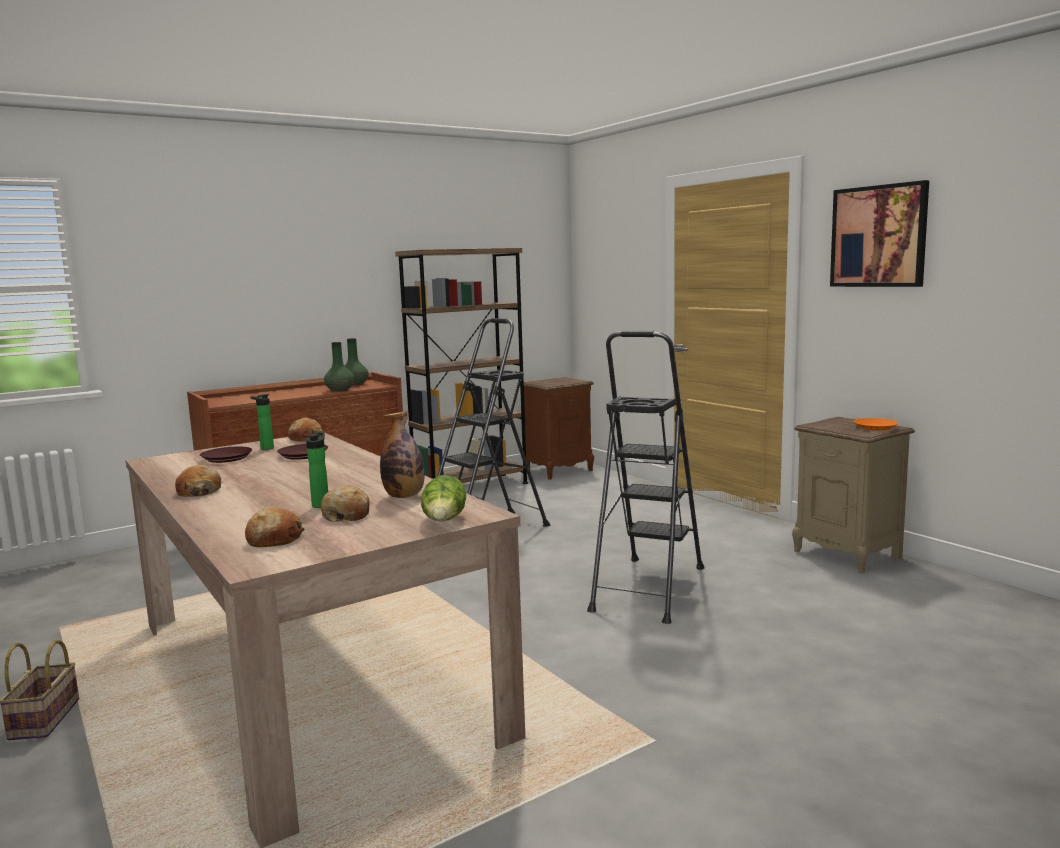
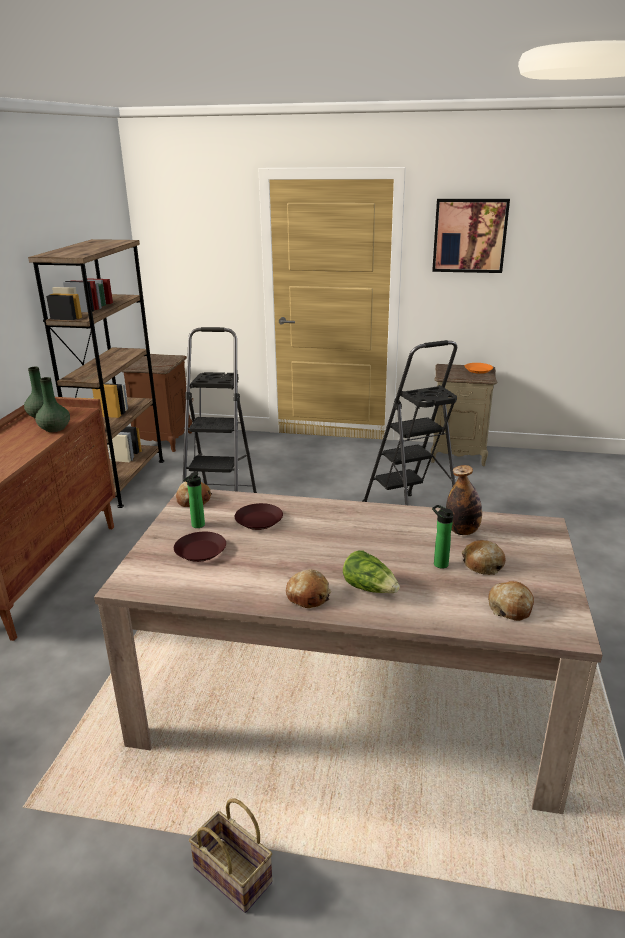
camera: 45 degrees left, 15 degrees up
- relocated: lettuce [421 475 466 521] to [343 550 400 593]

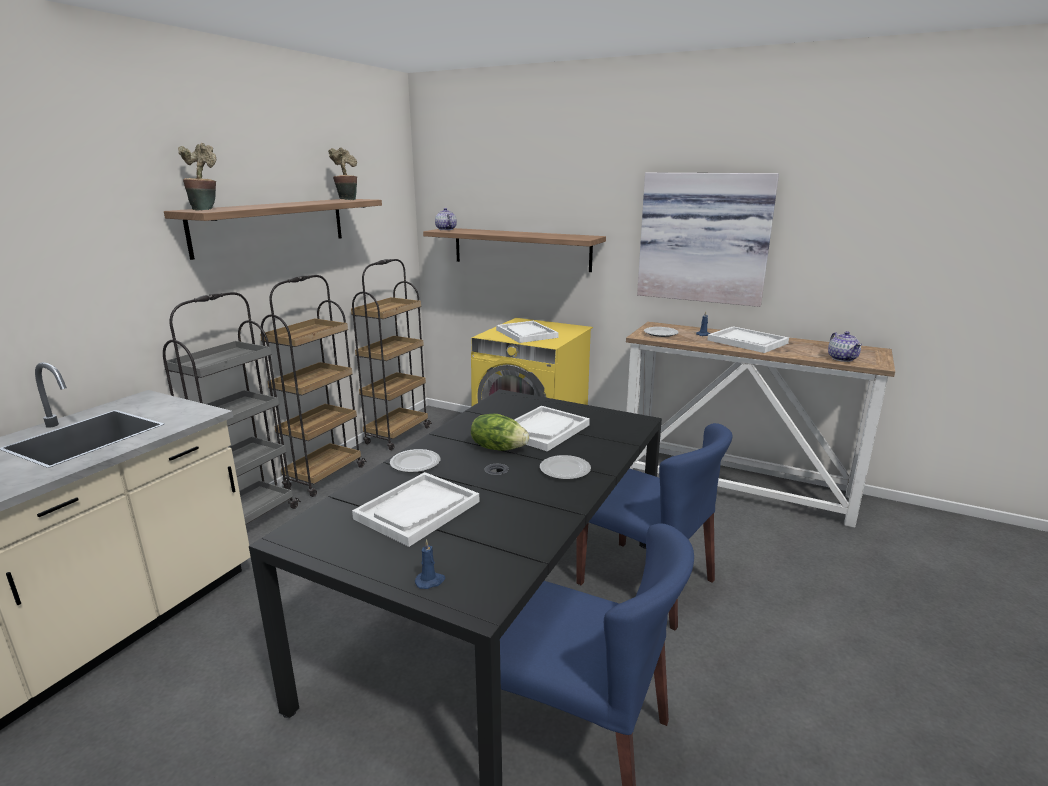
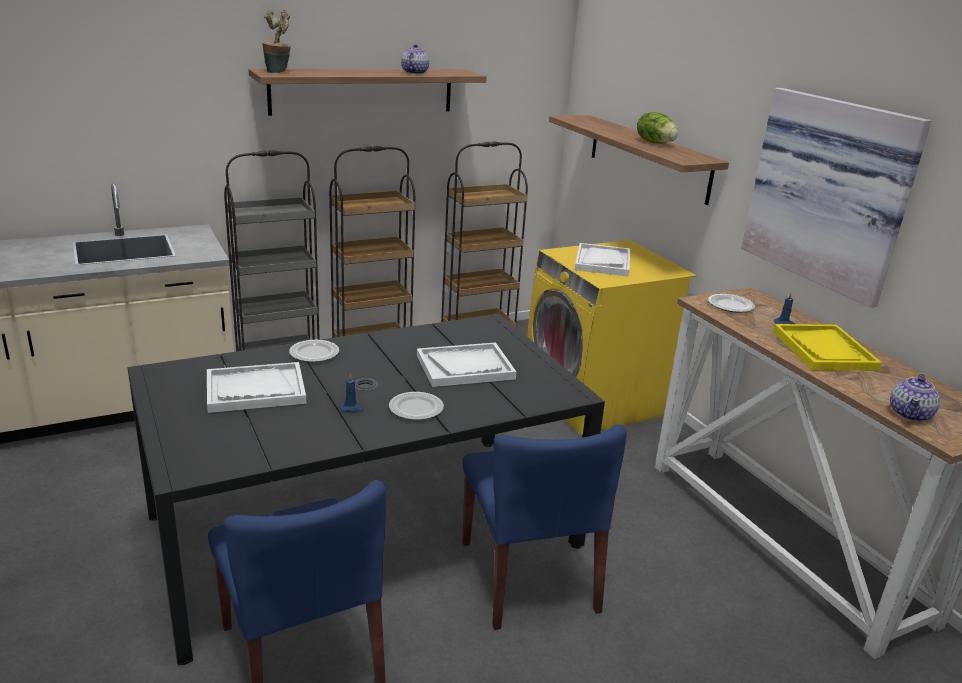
camera: 35 degrees right, 5 degrees up
- missing: plant in a pot [328 147 357 200]
- relocated: teapot [435 208 457 230] to [401 44 429 74]
- colour: whitish tray [707 326 789 353] to yellow-coloured tray [773 324 882 371]
- relocated: lettuce [471 414 529 451] to [637 112 678 144]
- relocated: blue-coloured wax candle [415 539 445 589] to [339 374 364 413]

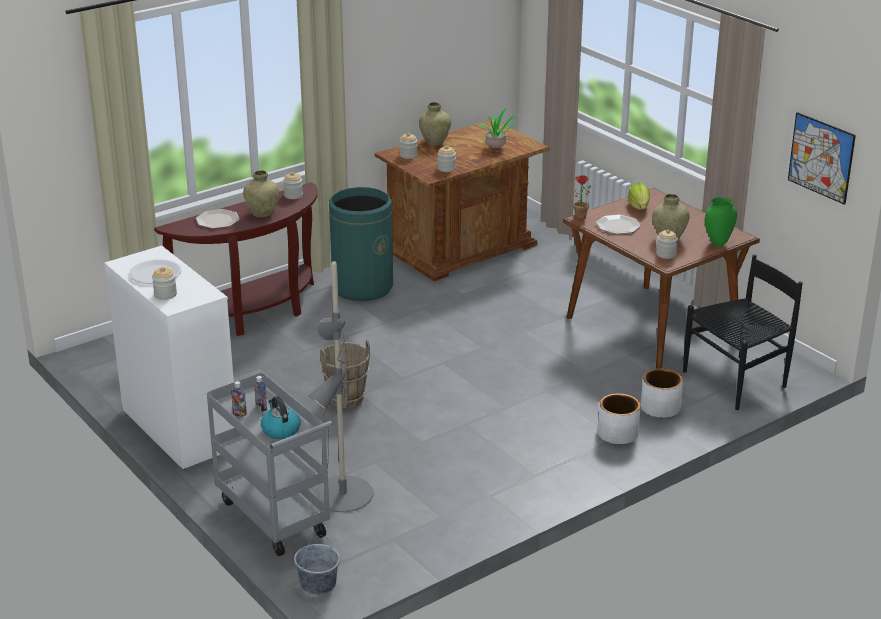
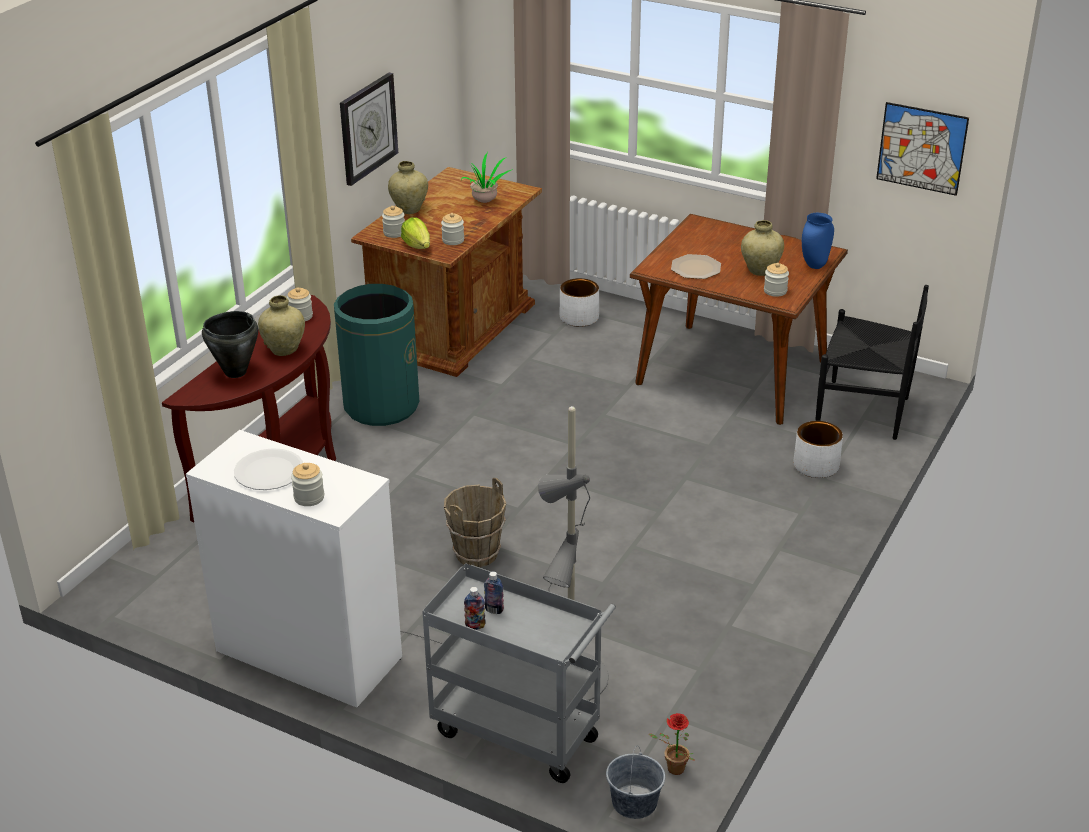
camera: 25 degrees left, 5 degrees up
- relocated: plant in a pot [565 175 591 220] to [649 713 695 775]
- relocated: lettuce [628 183 650 210] to [401 217 430 249]
- colour: green-coloured flower vase [705 197 737 247] to blue-coloured flower vase [802 213 834 269]
- exchanged: dinner plate [196 209 240 229] to black-coloured saucepot [202 311 258 378]
- spun: black-coloured plain chair [683 254 803 410] = [815 285 929 440] 75 degrees clockwise
- relocated: whitish planter [598 393 641 445] to [560 278 599 327]
- missing: water kettle [261 396 300 439]
- appeared: clock on the wall [340 73 398 186]

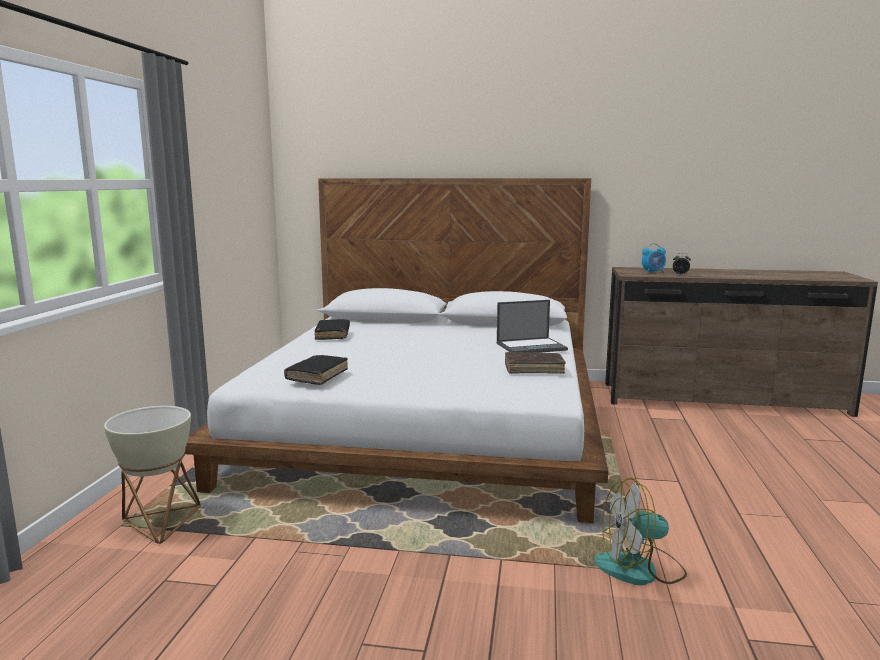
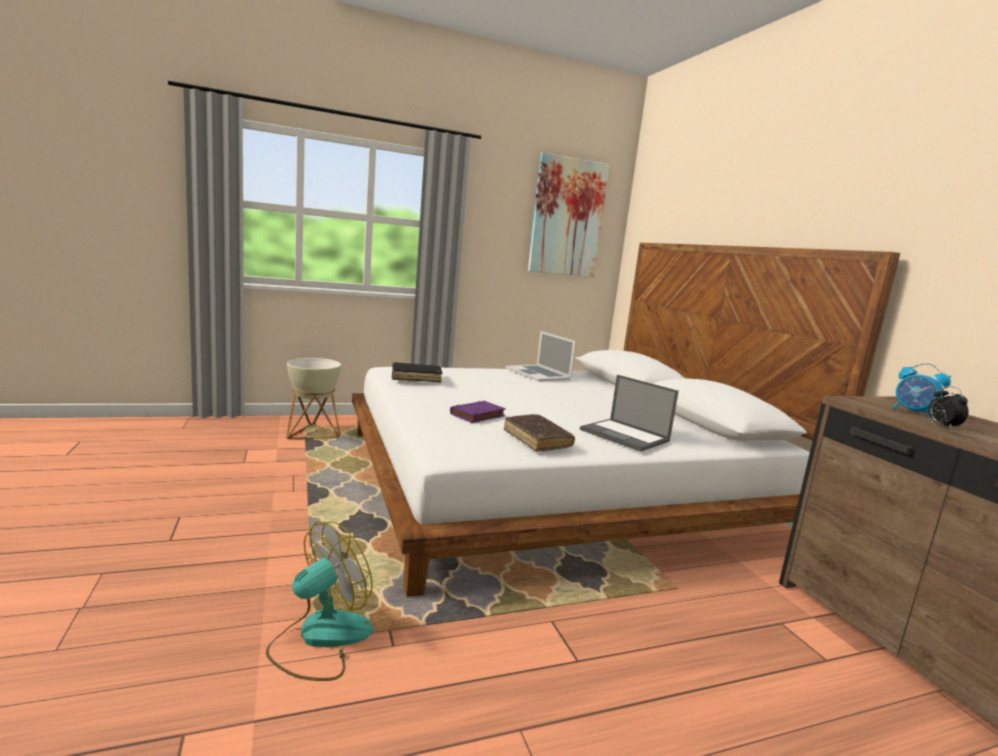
camera: 60 degrees right, 0 degrees up
- exchanged: black-coloured bound book [314 319 350 340] to laptop [506 331 576 382]
- spun: cooling fan [594 478 687 586] = [266 521 373 681] 75 degrees clockwise
- appeared: picture [528 153 609 277]
- appeared: purple-coloured bound book [450 401 506 423]

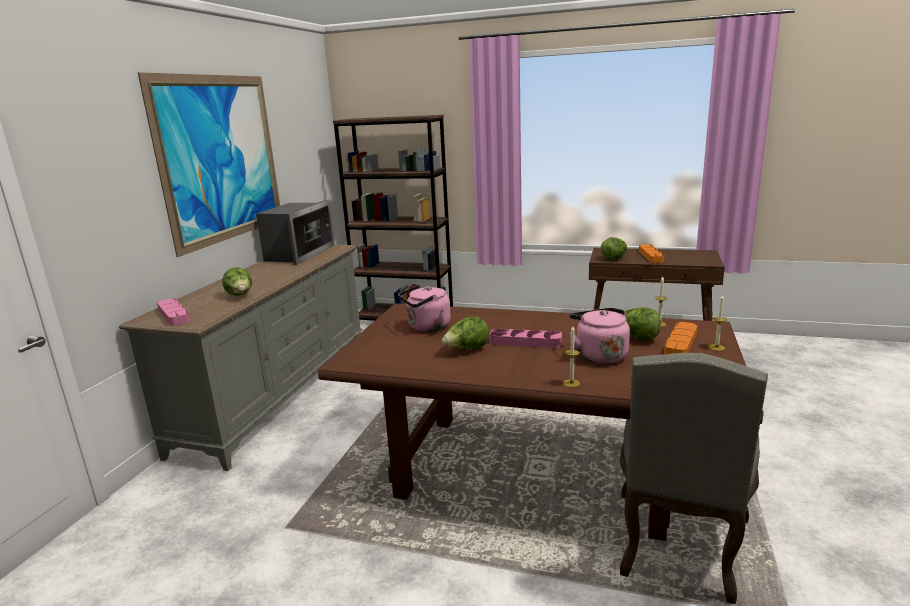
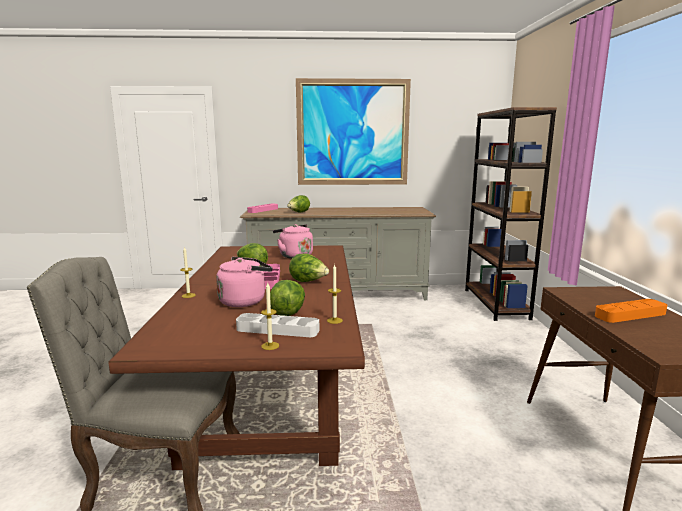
camera: 70 degrees right, 5 degrees down
- missing: microwave oven [256 199 334 265]
- relocated: lettuce [600 237 627 260] to [289 254 329 282]
- colour: orange tray [664 322 698 355] to whitish tray [236 313 319 337]

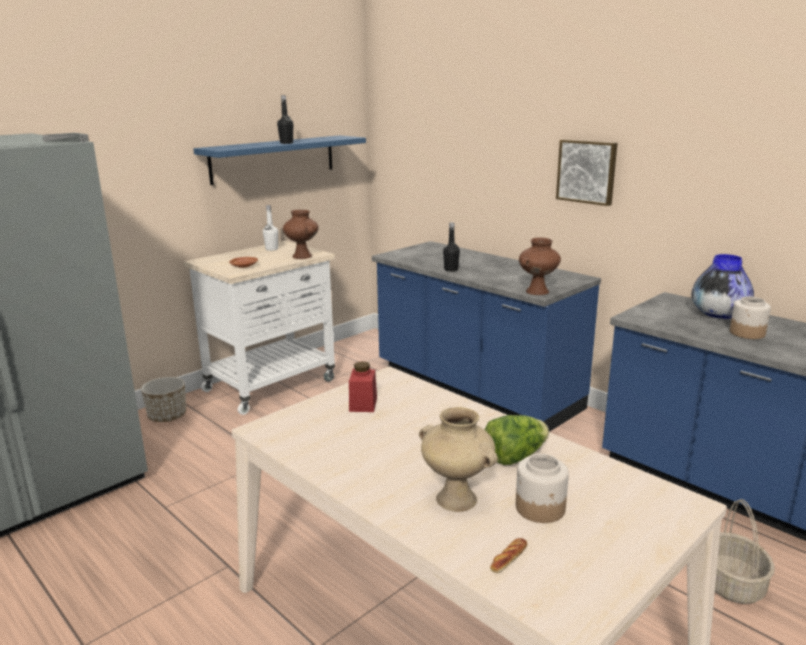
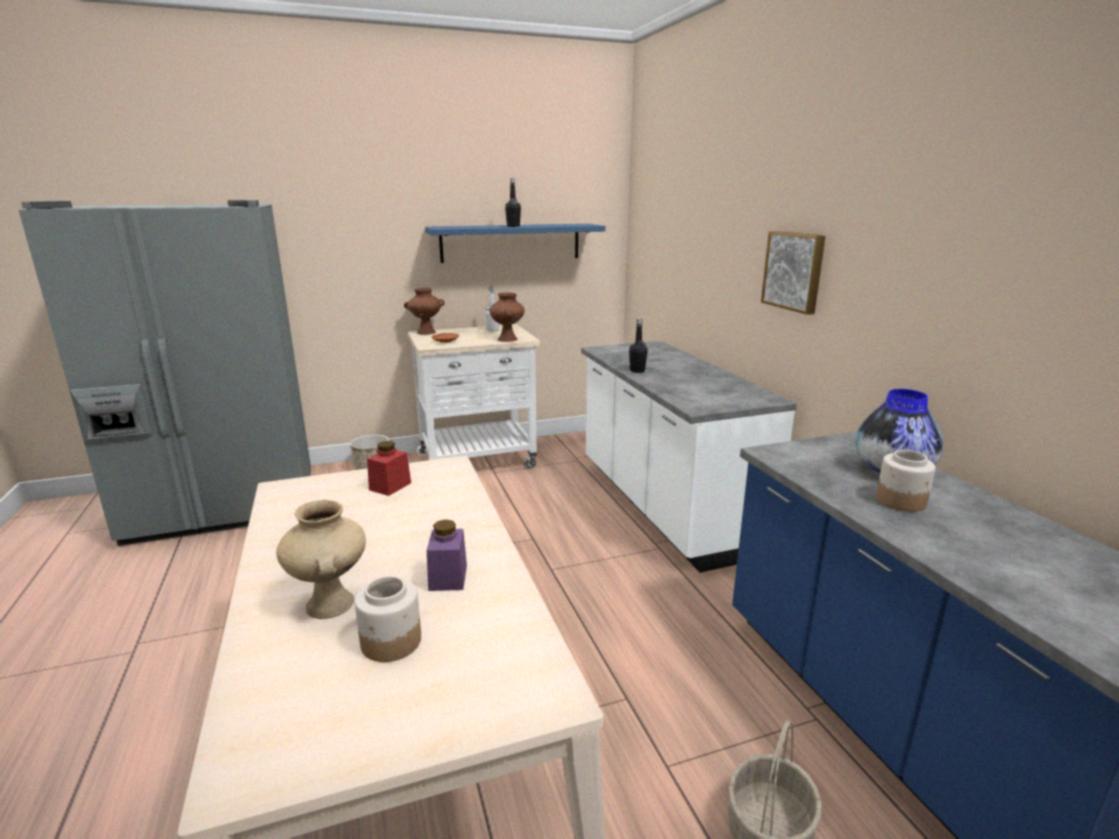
camera: 25 degrees right, 0 degrees up
- relocated: brownish flower vase [519 237 561 295] to [404 288 445 334]
- colour: blue-coloured kitchen counter [372 241 601 432] to whitish kitchen counter [581 341 797 573]
- exchanged: lettuce [485 415 549 465] to purple-coloured preserve jar [427 519 467 591]
- missing: baked bread [490 538 527 573]

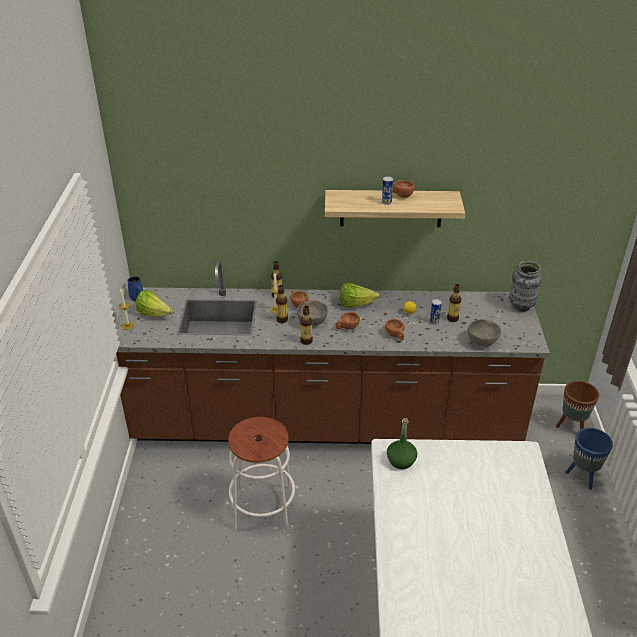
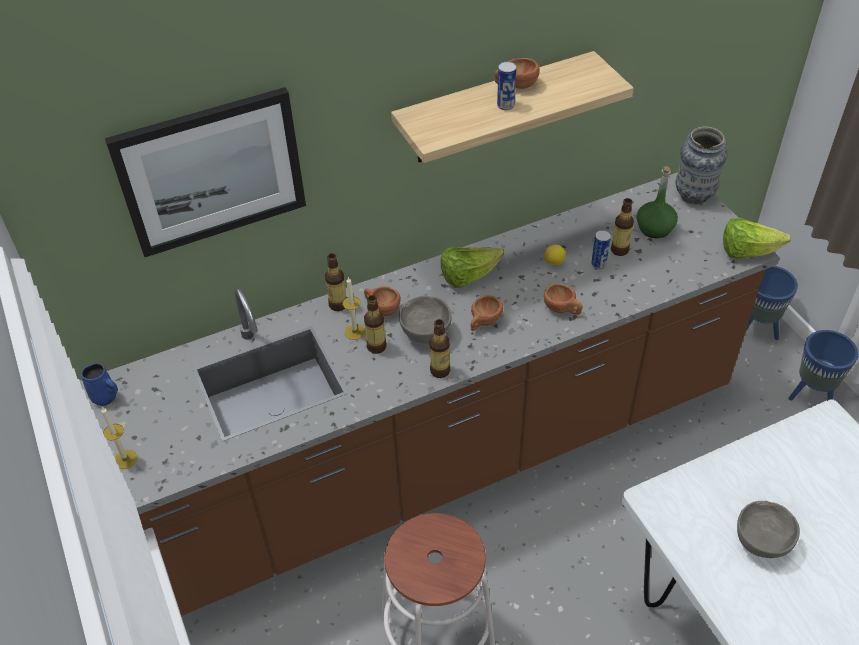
camera: 25 degrees left, 10 degrees up
- relocated: lettuce [136 290 173 317] to [723 218 791 259]
- relocated: grey serving bowl [468 319 501 346] to [737 501 800 558]
- colour: brownish planter [556 381 599 430] to blue-coloured planter [746 266 798 340]
- relocated: green-coloured drink bottle [387 418 417 469] to [636 166 678 238]
- appeared: picture [105 87 306 257]

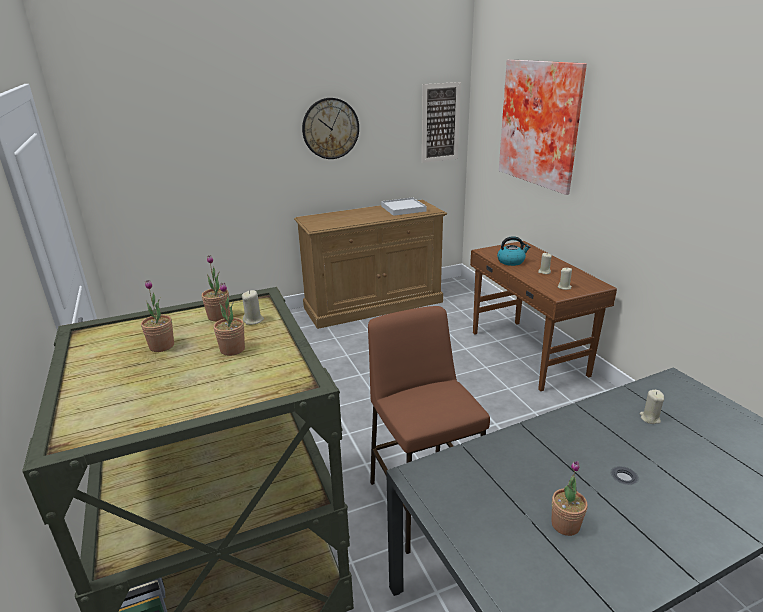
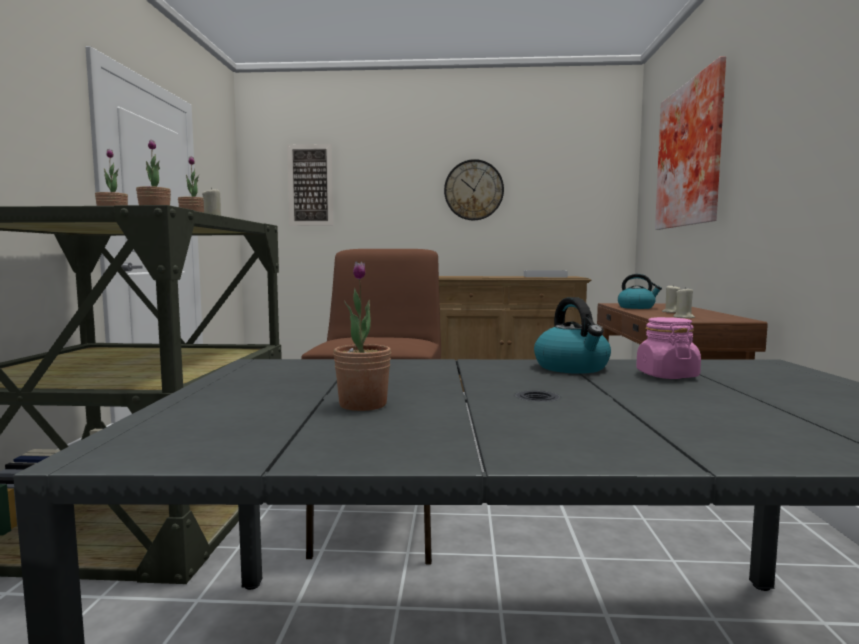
camera: 25 degrees right, 20 degrees down
- relocated: picture [422 82 461 163] to [287 144 333 226]
- exchanged: beige wax candle [640 390 664 424] to pink-coloured preserve jar [636 317 701 379]
- appeared: water kettle [534 297 611 374]

